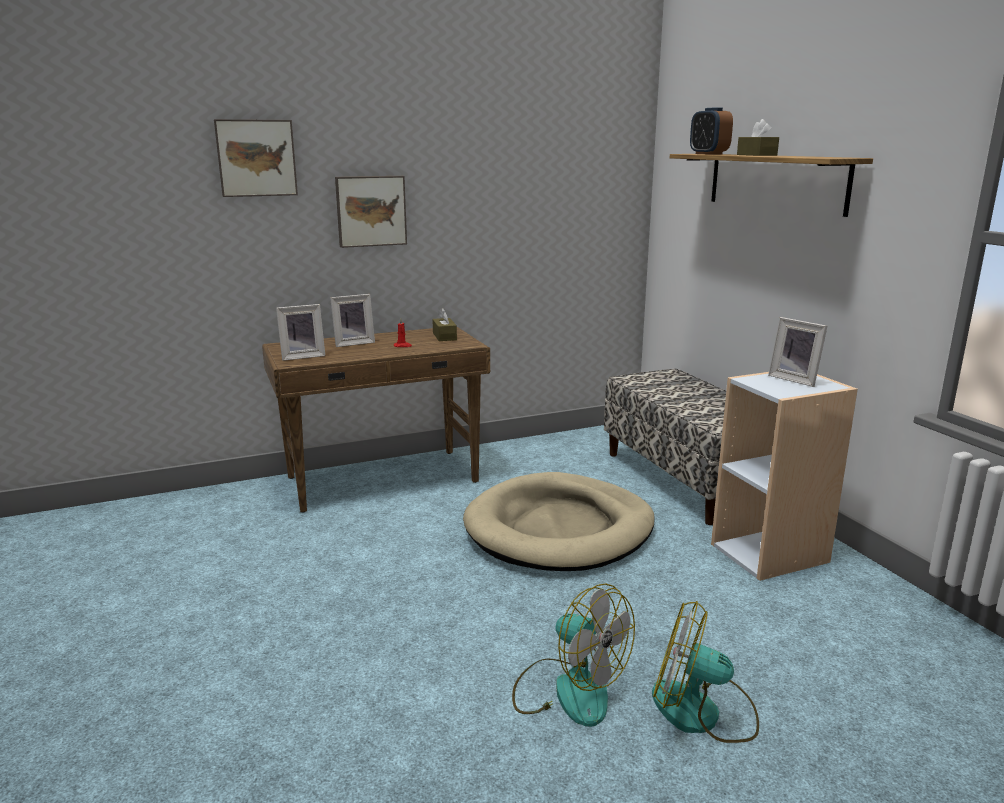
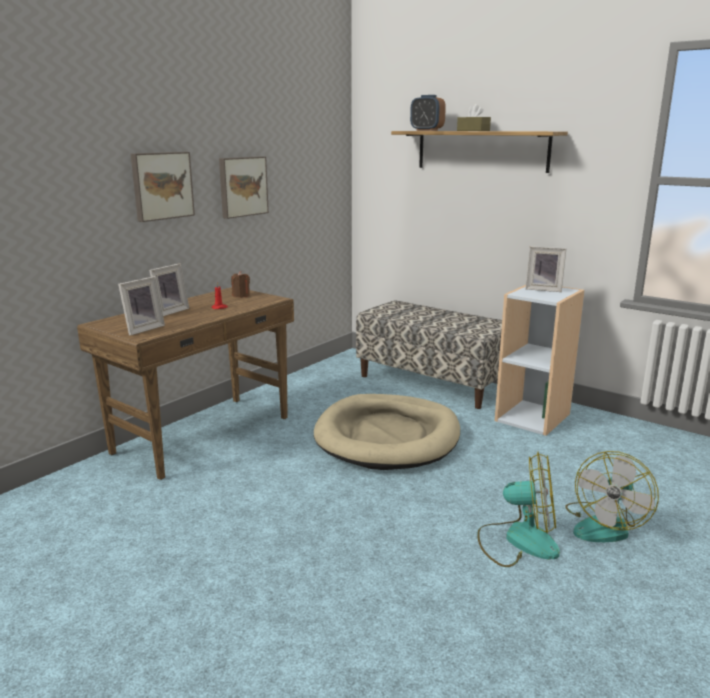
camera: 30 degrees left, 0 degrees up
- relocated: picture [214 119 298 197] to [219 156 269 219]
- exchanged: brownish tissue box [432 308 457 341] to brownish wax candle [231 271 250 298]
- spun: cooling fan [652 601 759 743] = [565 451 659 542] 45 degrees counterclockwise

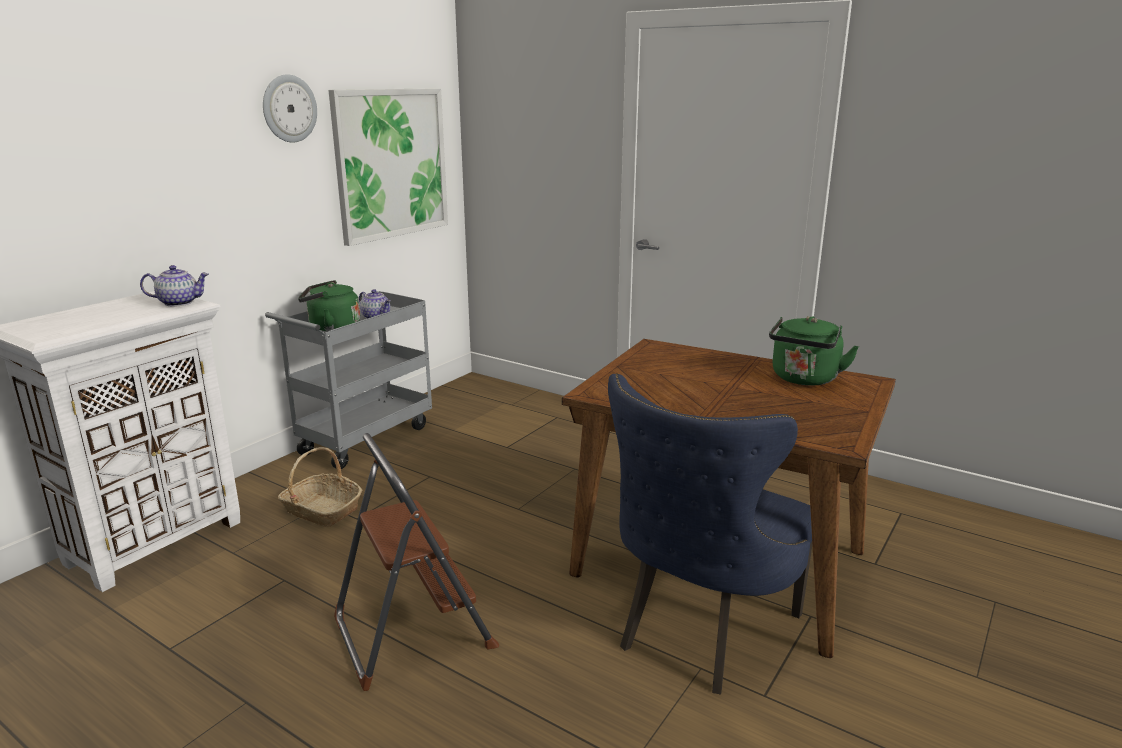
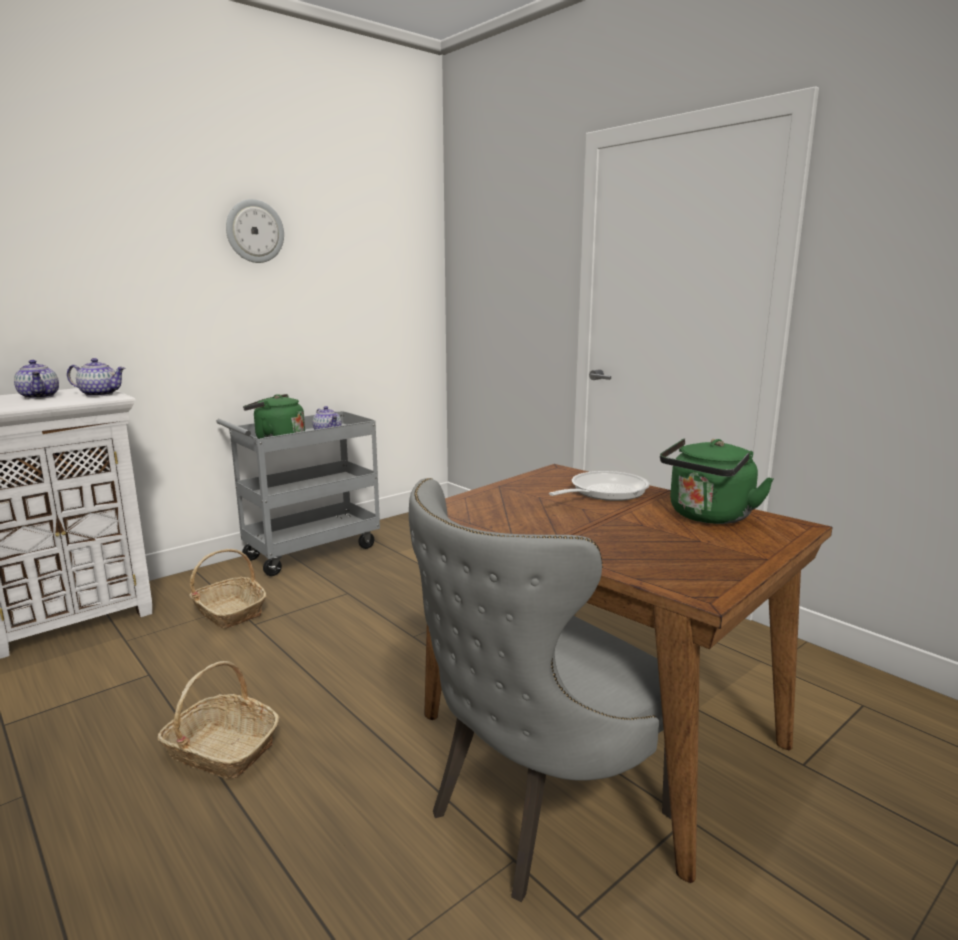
camera: 15 degrees right, 5 degrees down
- missing: picture [328 88 448 246]
- colour: blue-coloured plain chair [608 373 812 694] to grey plain chair [409 478 671 902]
- exchanged: brownish stepladder [334 433 499 691] to storage basket [157 661 280 779]
- appeared: teapot [14 360 59 399]
- appeared: pan [549 471 650 501]

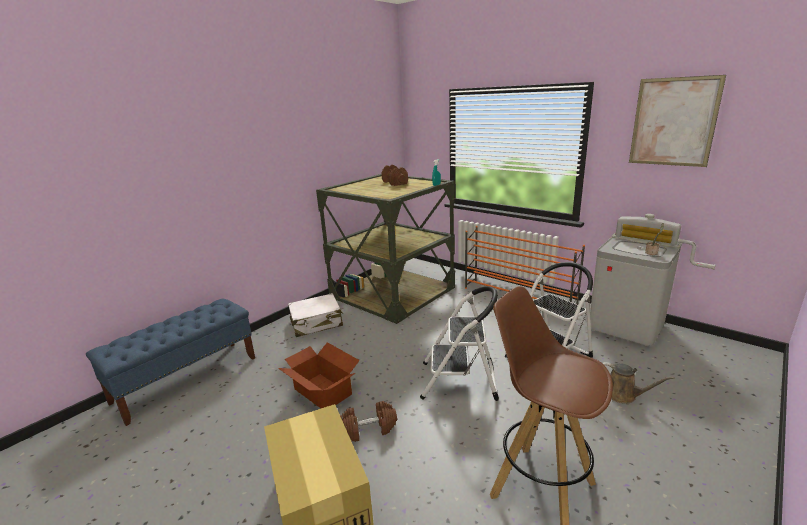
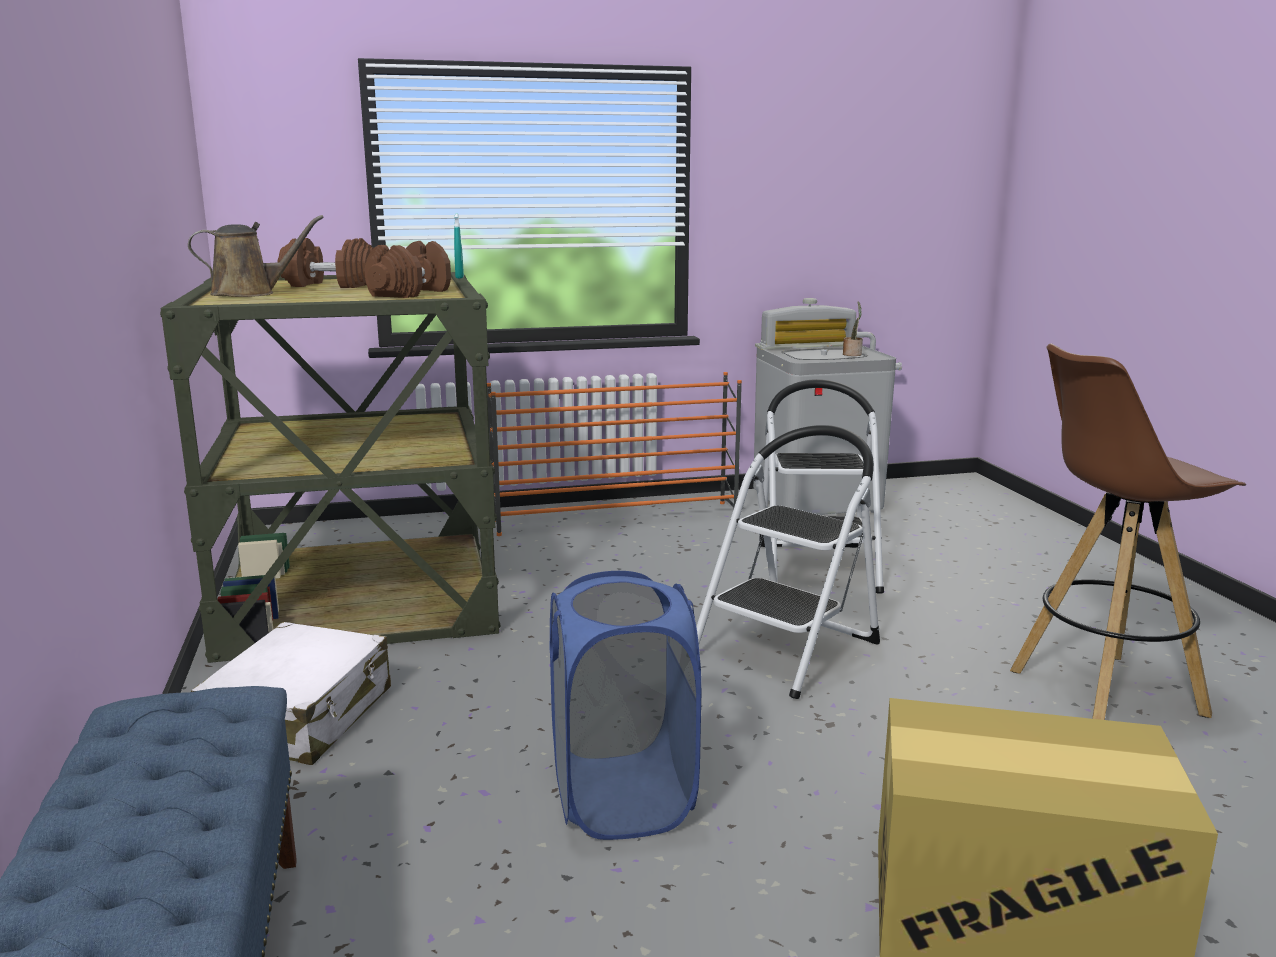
camera: 55 degrees left, 5 degrees down
- missing: picture [629 75 726 167]
- exchanged: cardboard box [278 342 360 408] to blue-coloured washing basket [549 571 701 840]
- relocated: brownish sprinkling can [602 362 674 404] to [188 215 324 297]
- relocated: brownish hand weight [340 401 397 442] to [365 241 451 298]

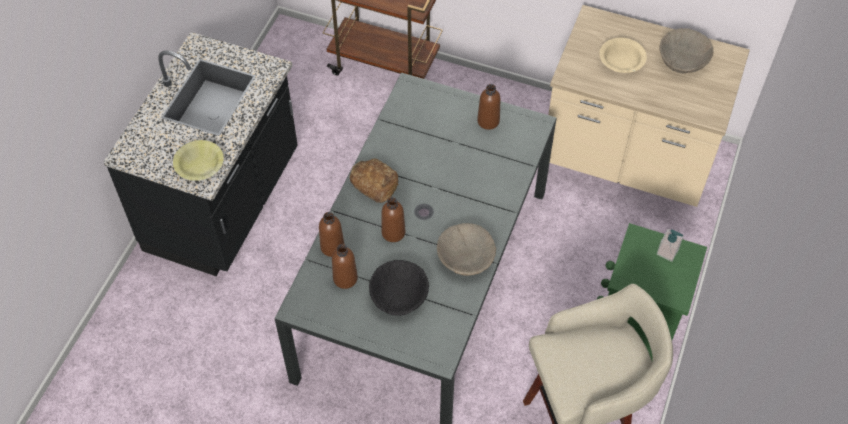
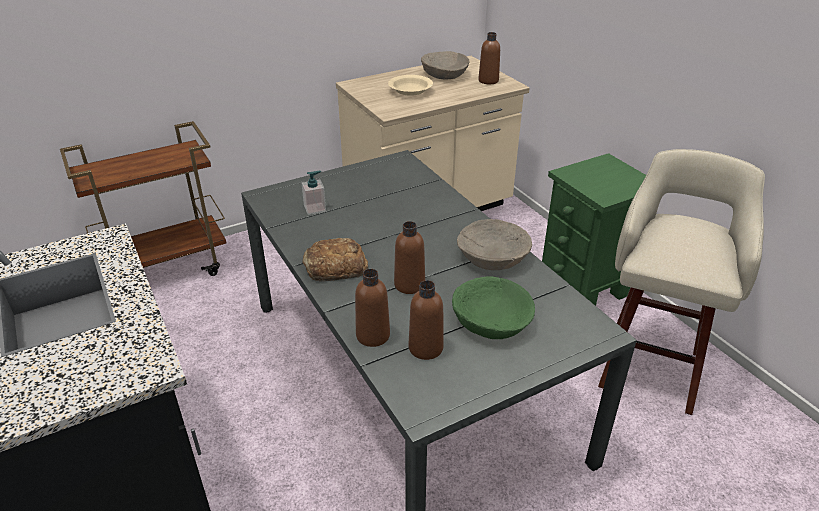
camera: 50 degrees left, 20 degrees down
- relocated: brownish drink bottle [477 84 501 130] to [478 32 500 84]
- missing: yellow-coloured serving bowl [173 140 224 181]
- relocated: soap dispenser [657 229 683 262] to [301 171 326 215]
- colour: black-coloured serving bowl [369 260 429 316] to green-coloured serving bowl [452 276 535 339]

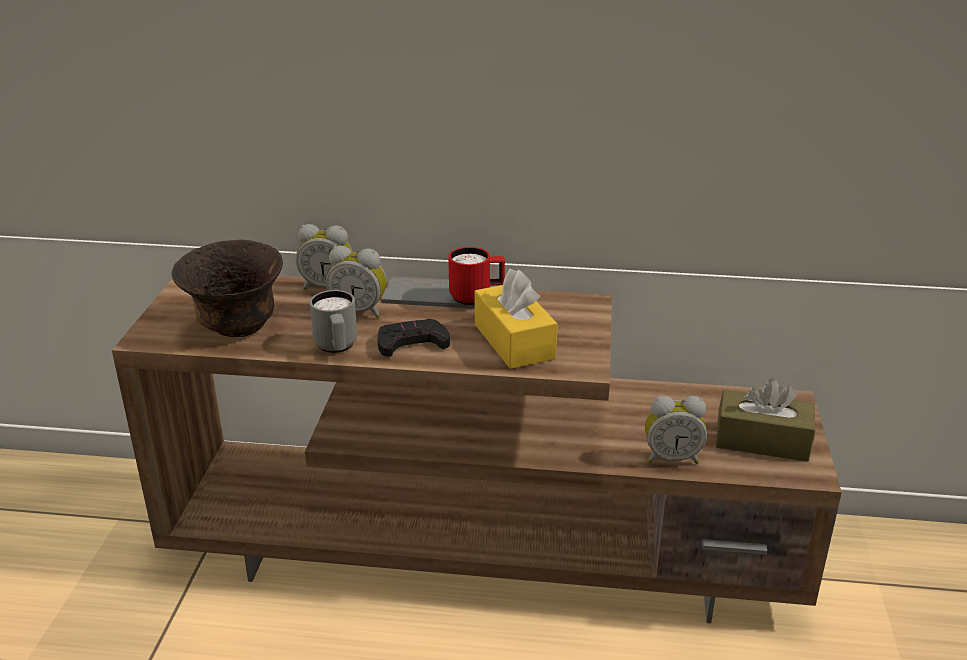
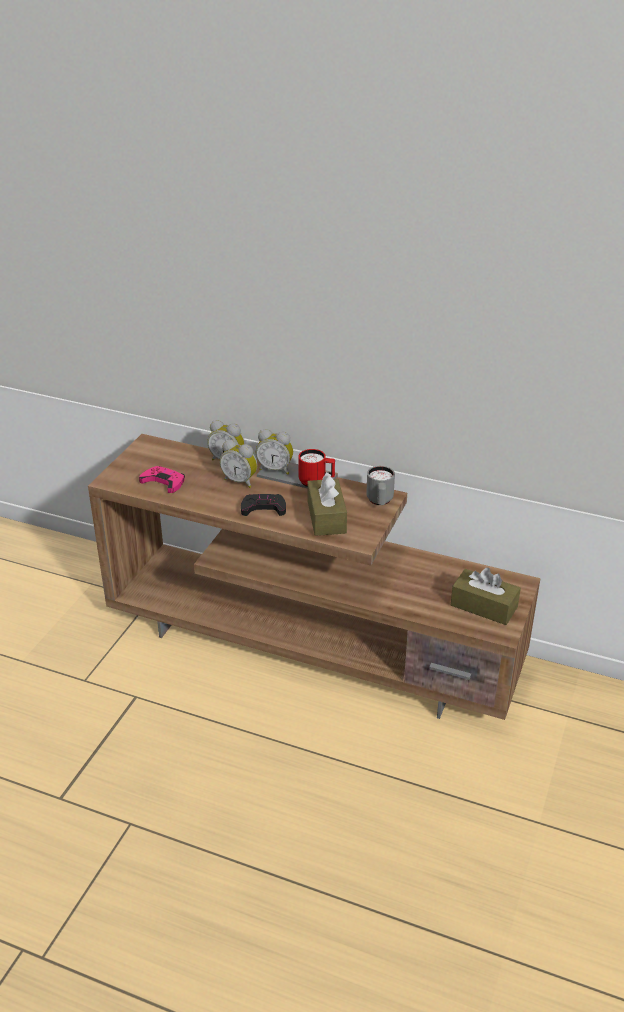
camera: 15 degrees right, 5 degrees up
- exchanged: brownish serving bowl [172 240 283 337] to pink-coloured gamepad [139 466 185 493]
- colour: yellow-coloured tissue box [475 269 558 369] to brownish tissue box [307 472 347 536]
- relocated: grey tea mug [310 290 357 353] to [366 466 395 505]
- relocated: alarm clock [645 395 707 464] to [256 429 293 475]

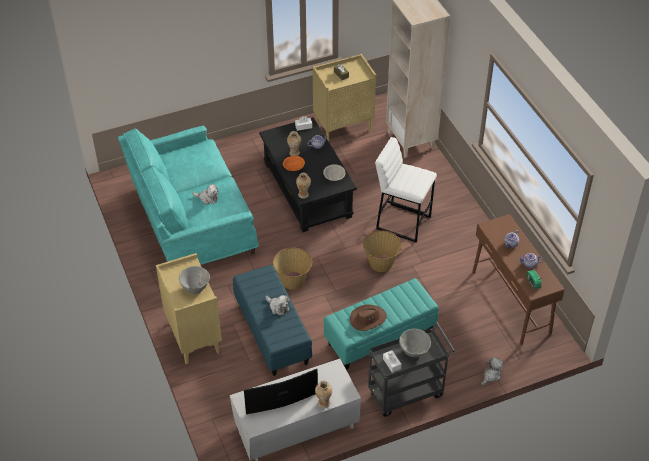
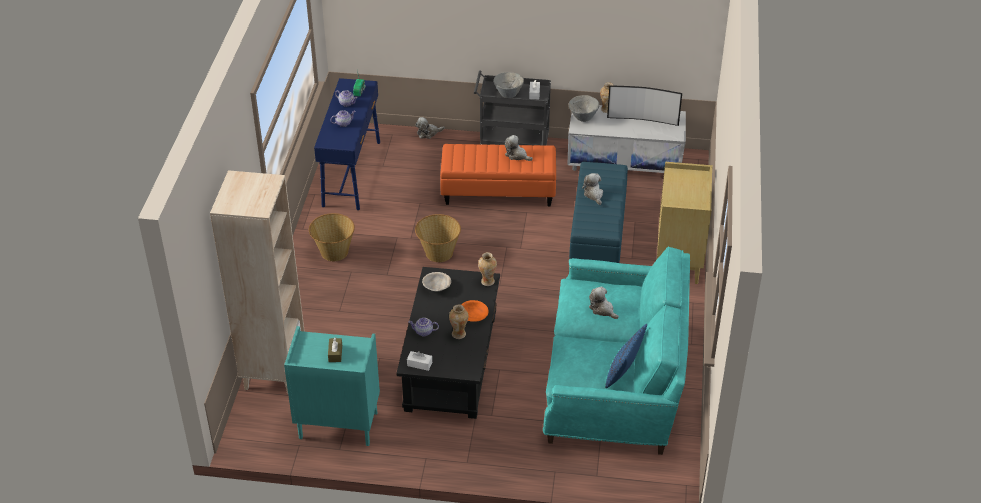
camera: 150 degrees left, 5 degrees down
- colour: beige cupboard [313 54 376 142] to blue-green cupboard [284 326 380 446]
- missing: whitish stool [375 137 437 243]
- colour: brownish console table [472 214 565 345] to blue-coloured console table [314 78 380 210]
- relocated: storage basket [273 248 312 290] to [309 213 355 261]
- relocated: grey serving bowl [179 266 210 294] to [569 95 600 122]
- colour: blue-green pouffe [324 278 439 370] to orange pouffe [440 144 556 206]
- exchanged: brownish wearable hat [350 304 387 331] to cuddly toy [504 135 533 161]
- appeared: blue-coloured cushion [605 324 647 388]

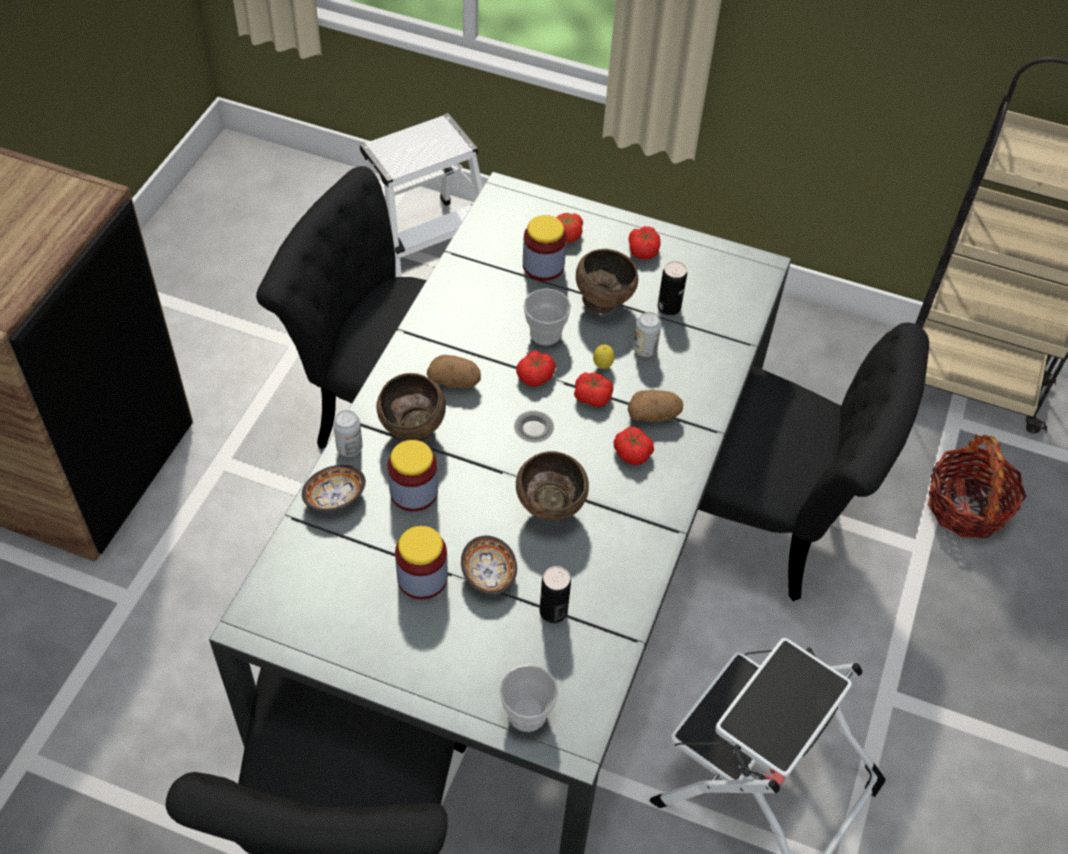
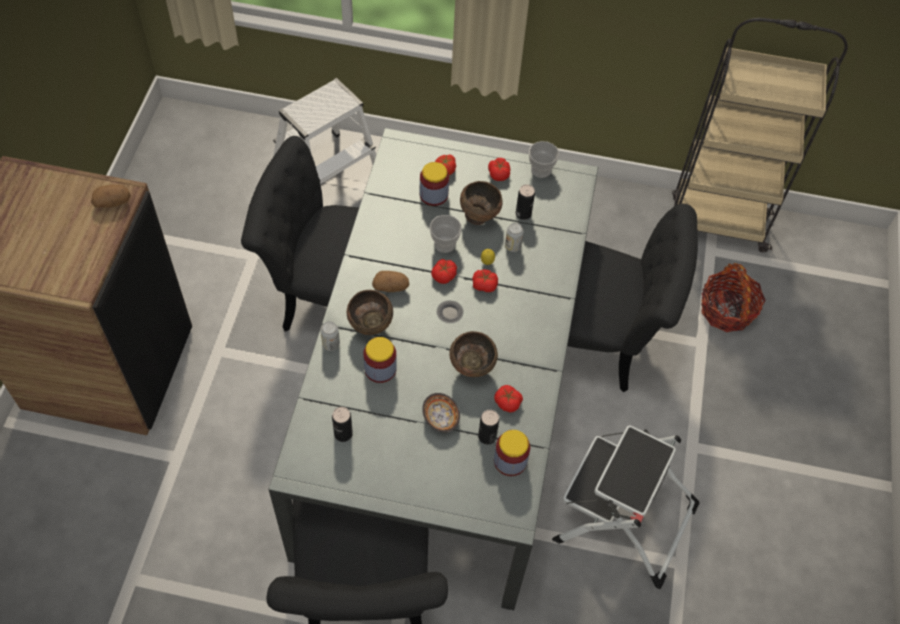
camera: 10 degrees left, 5 degrees up
- relocated: whole potato [628 390 683 422] to [91 185 131 208]
- relocated: fresh tomato [614 427 654 466] to [494 385 523 413]
- missing: serving bowl [302 465 366 511]
- relocated: preserve jar [395 526 448 599] to [494 430 530 476]
- relocated: drinking cup [500 665 558 732] to [529 141 559 178]
- appeared: can [332 407 353 442]

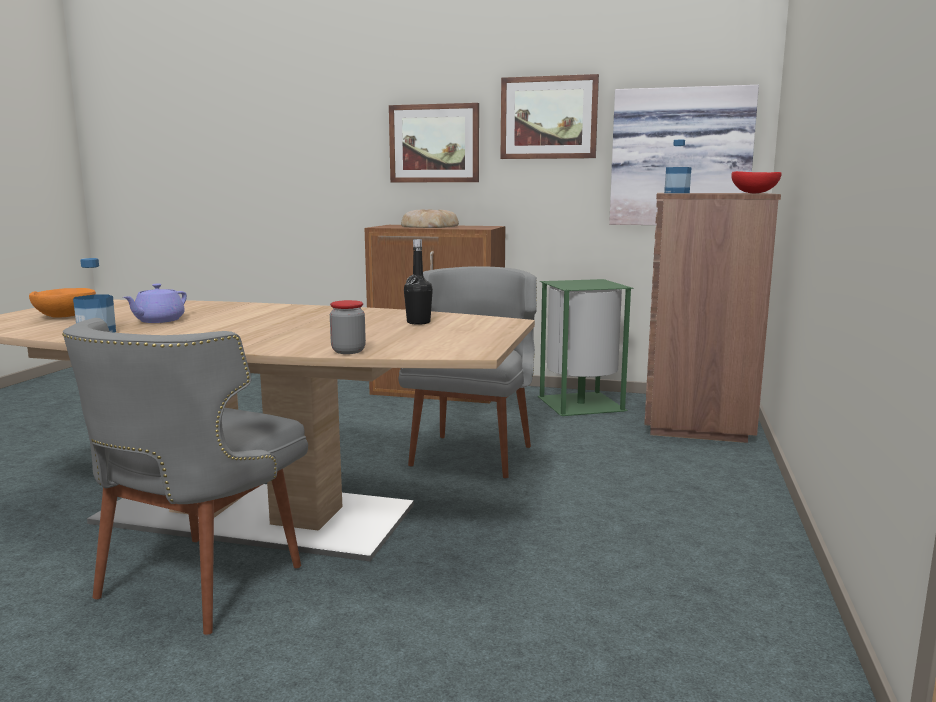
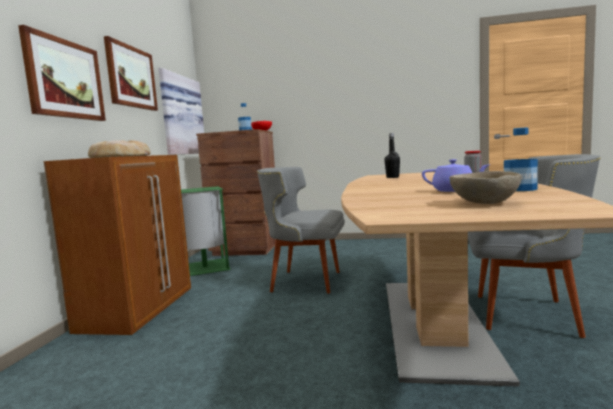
camera: 95 degrees left, 5 degrees down
- colour: orange serving bowl [29 288 96 318] to beige serving bowl [450 171 522 204]

